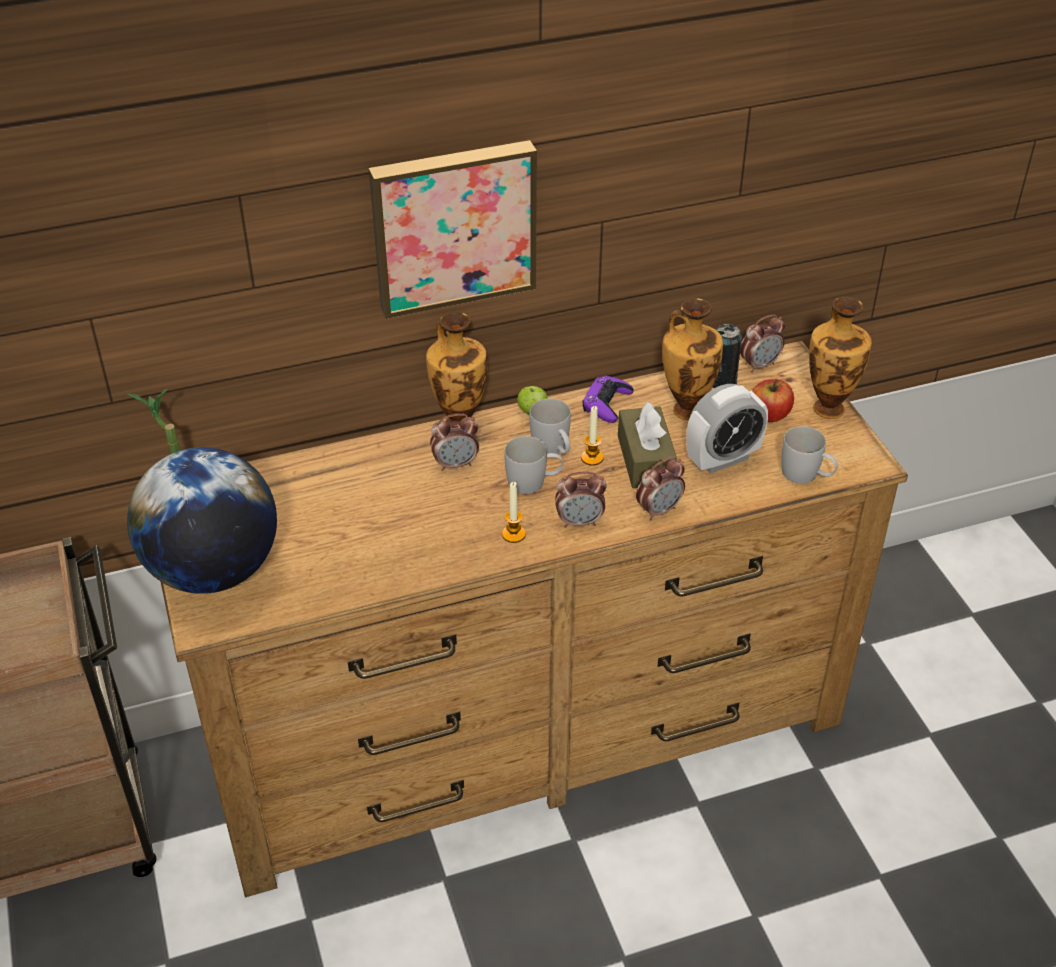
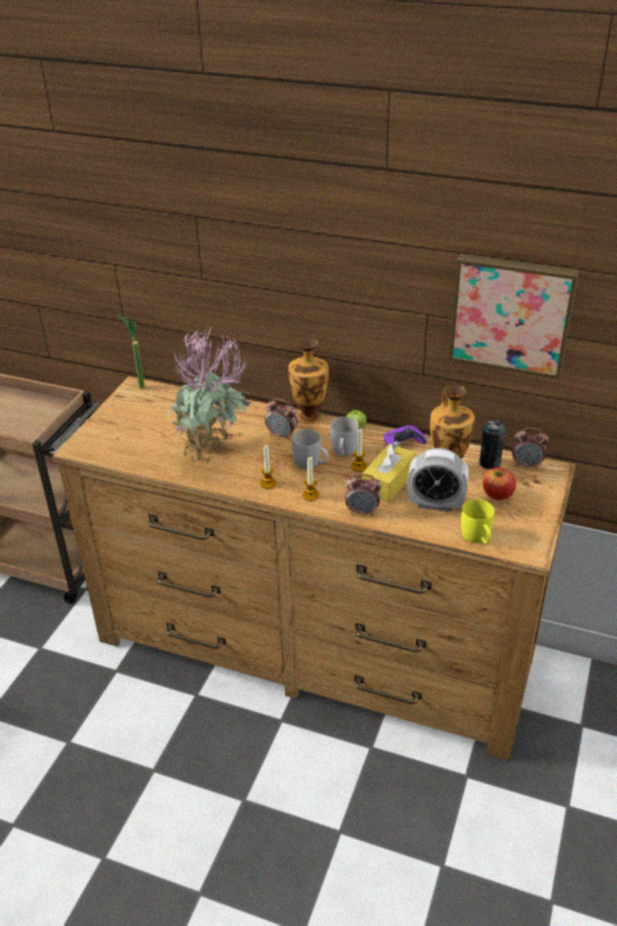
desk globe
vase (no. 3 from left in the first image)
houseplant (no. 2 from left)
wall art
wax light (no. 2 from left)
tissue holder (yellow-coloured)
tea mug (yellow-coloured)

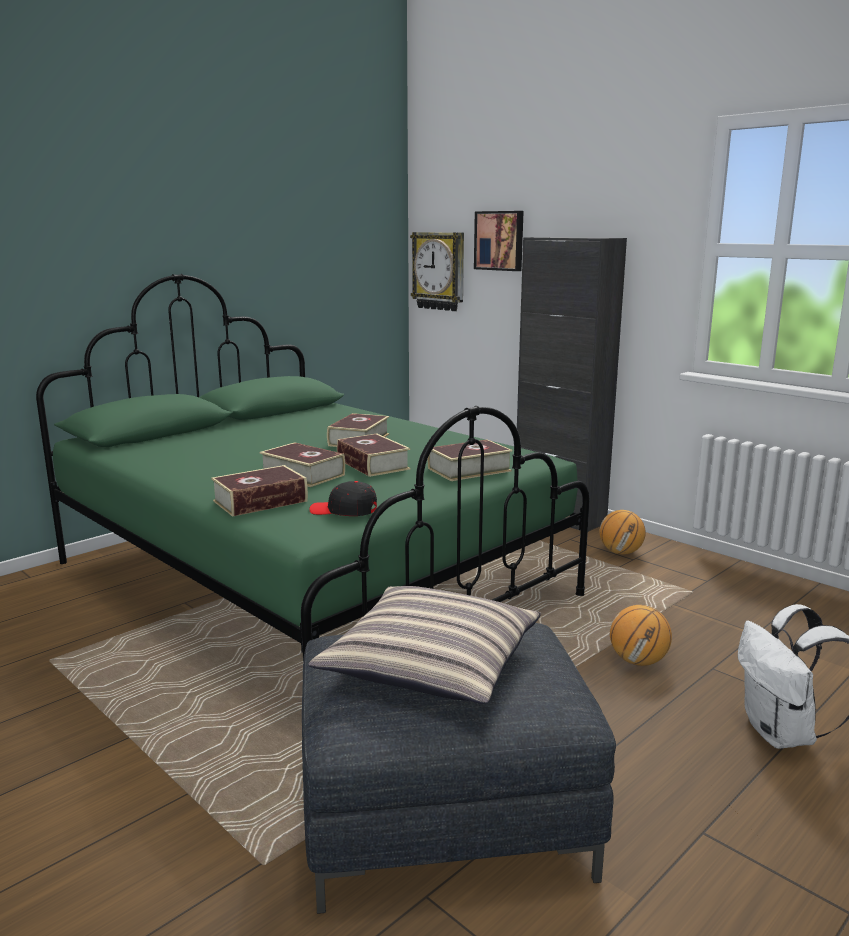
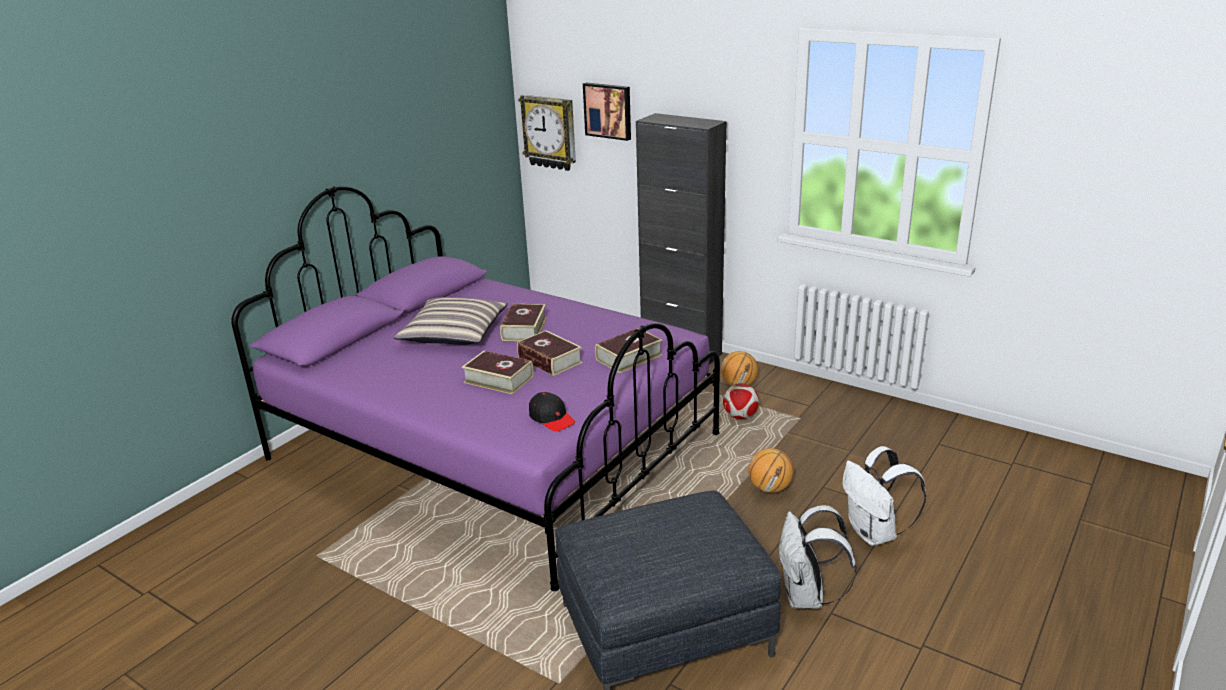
book (no. 1 from left in the first image)
football ball
backpack (white-coloured) (no. 1 from left)
pillow
bedroom bed (purple-coloured)
peaked cap (black-coloured)

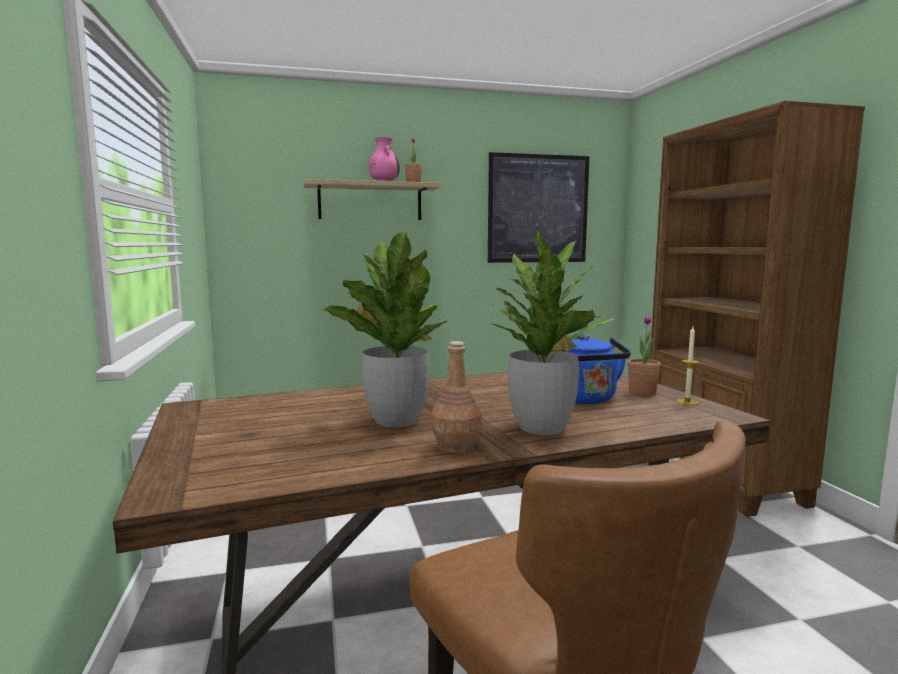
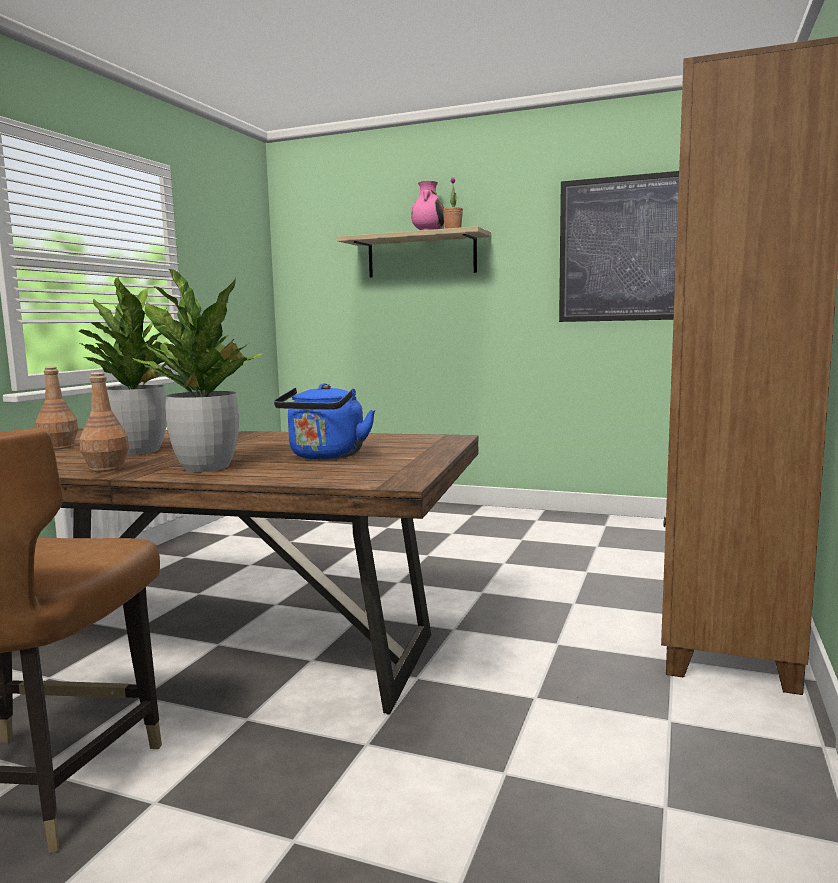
houseplant (no. 4 from left in the first image)
wax light
bottle (brown-coloured) (no. 1 from left)

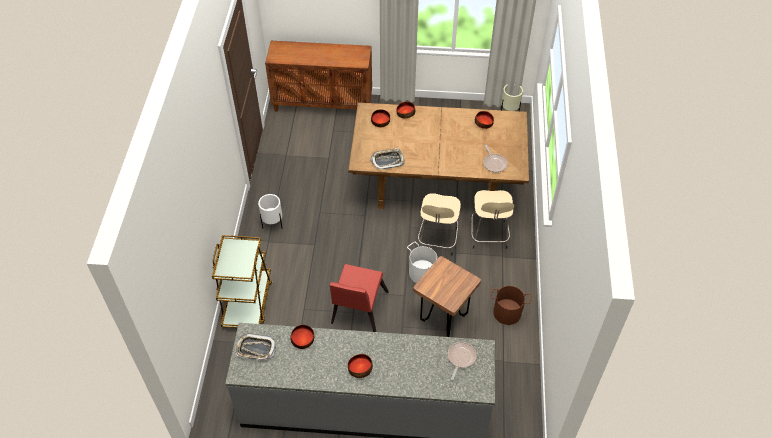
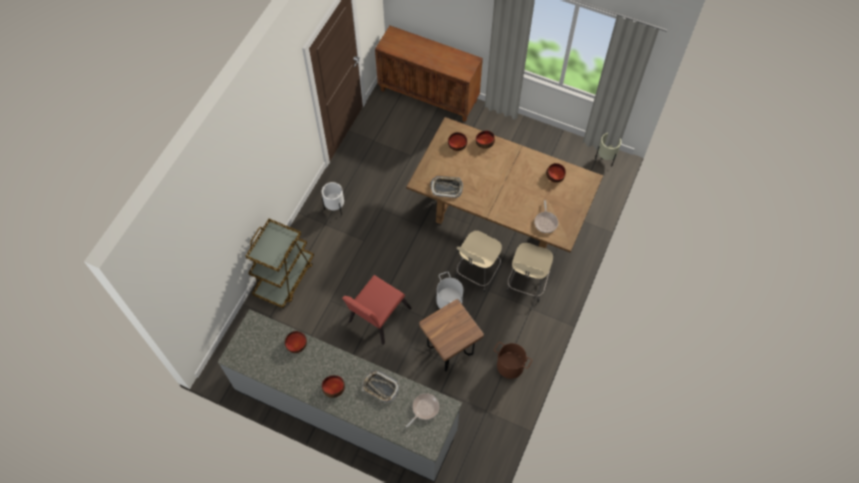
tray (no. 1 from left)

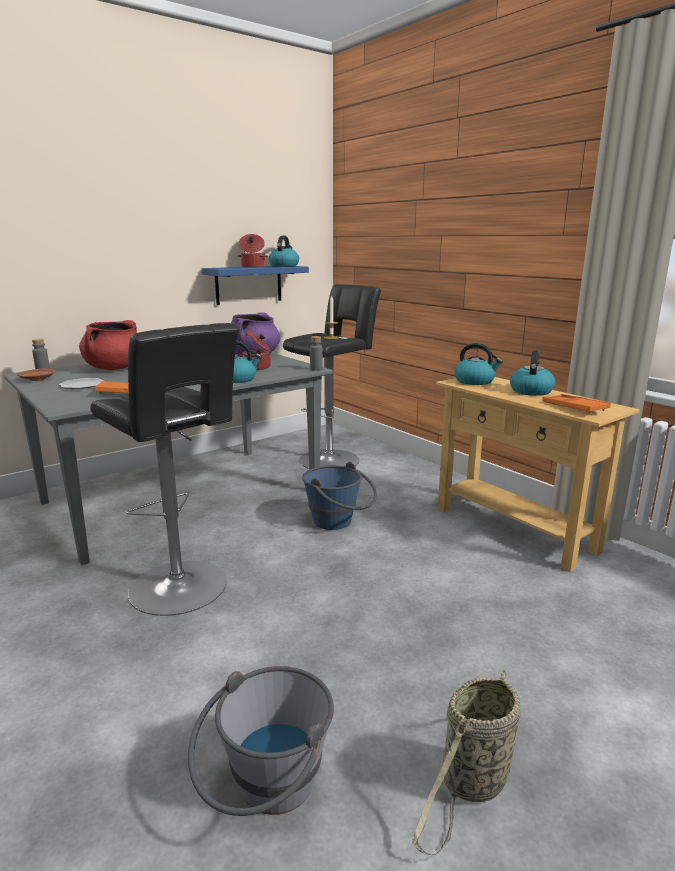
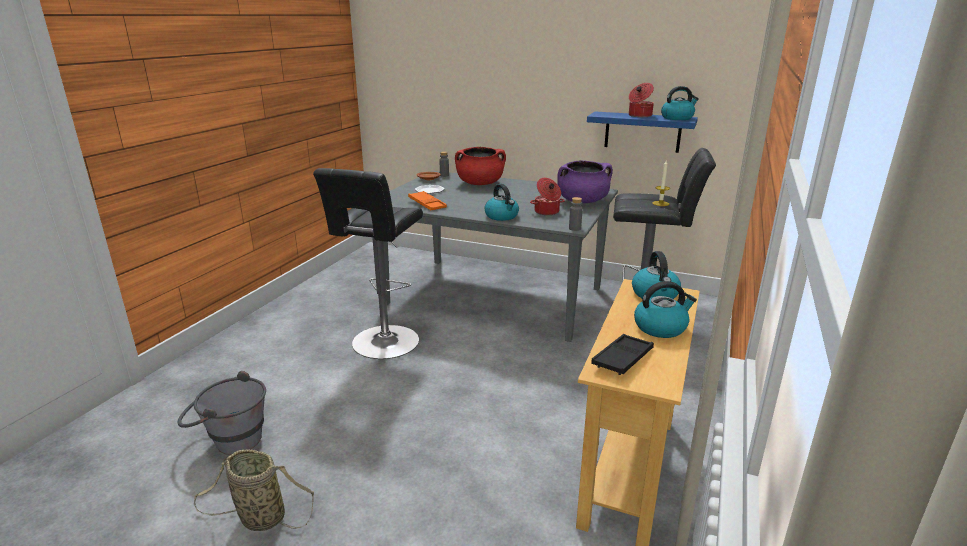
water bucket (blue-coloured)
tray (black-coloured)

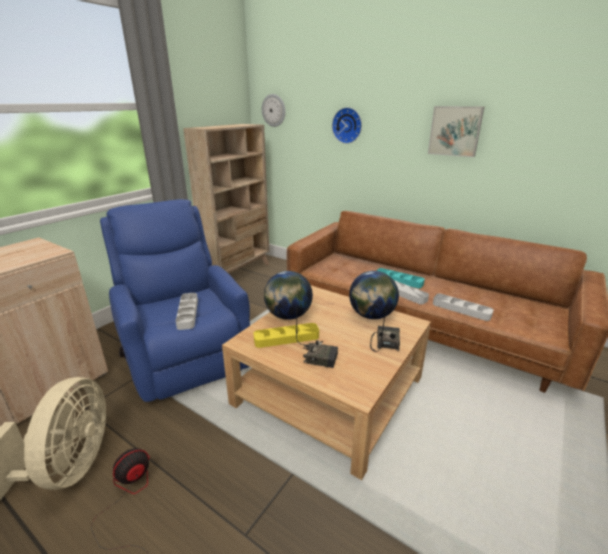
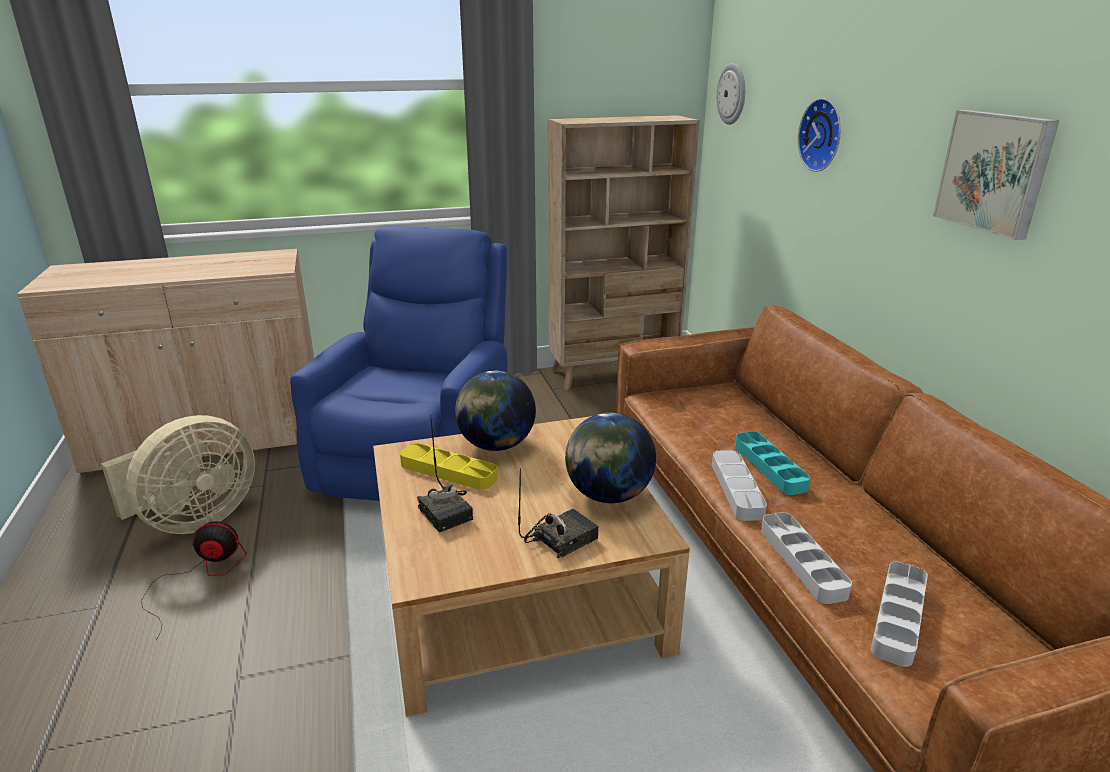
tray (greyish) (no. 3 from left)

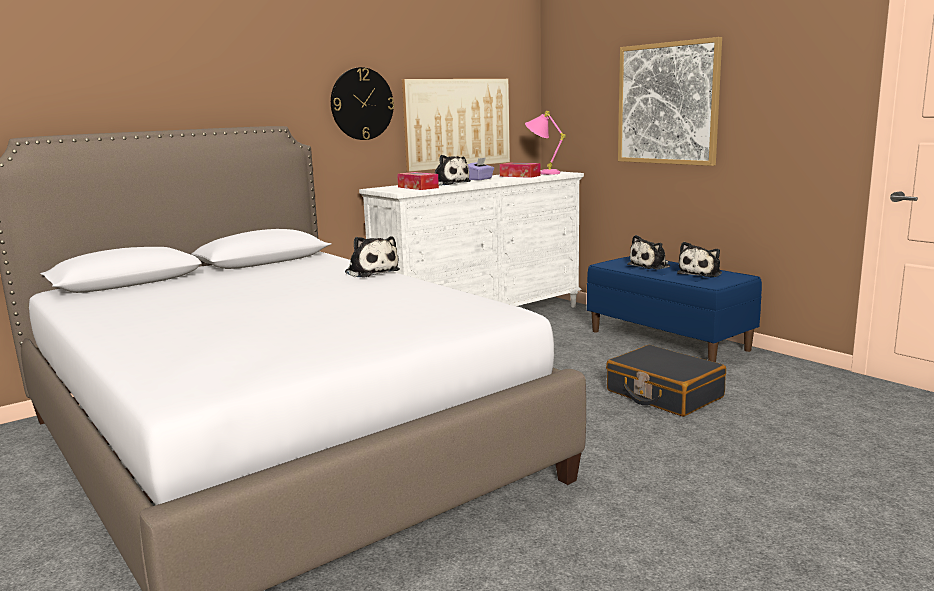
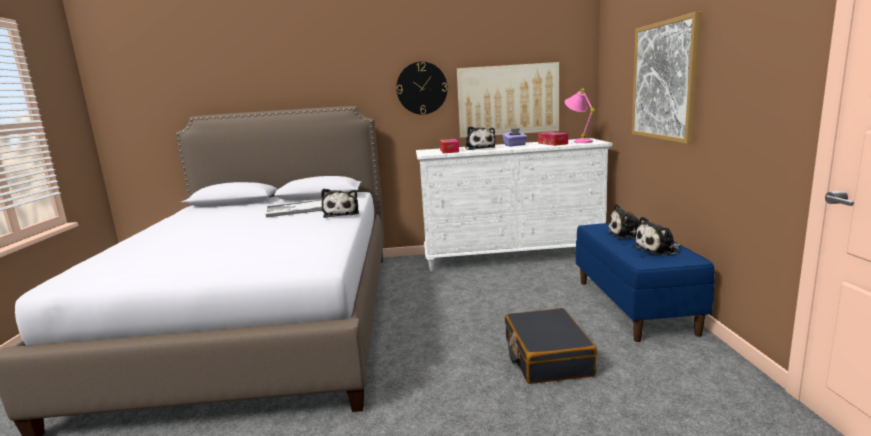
tray

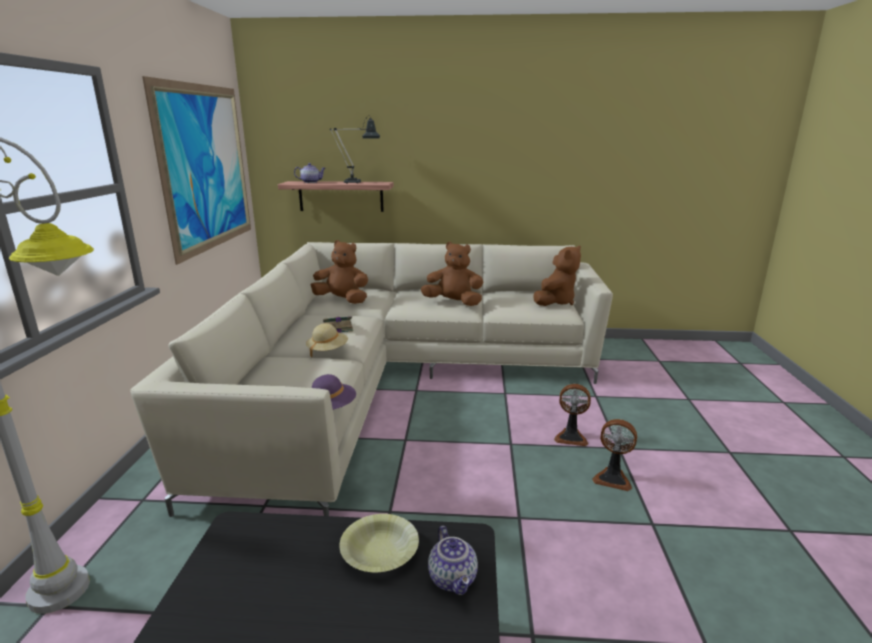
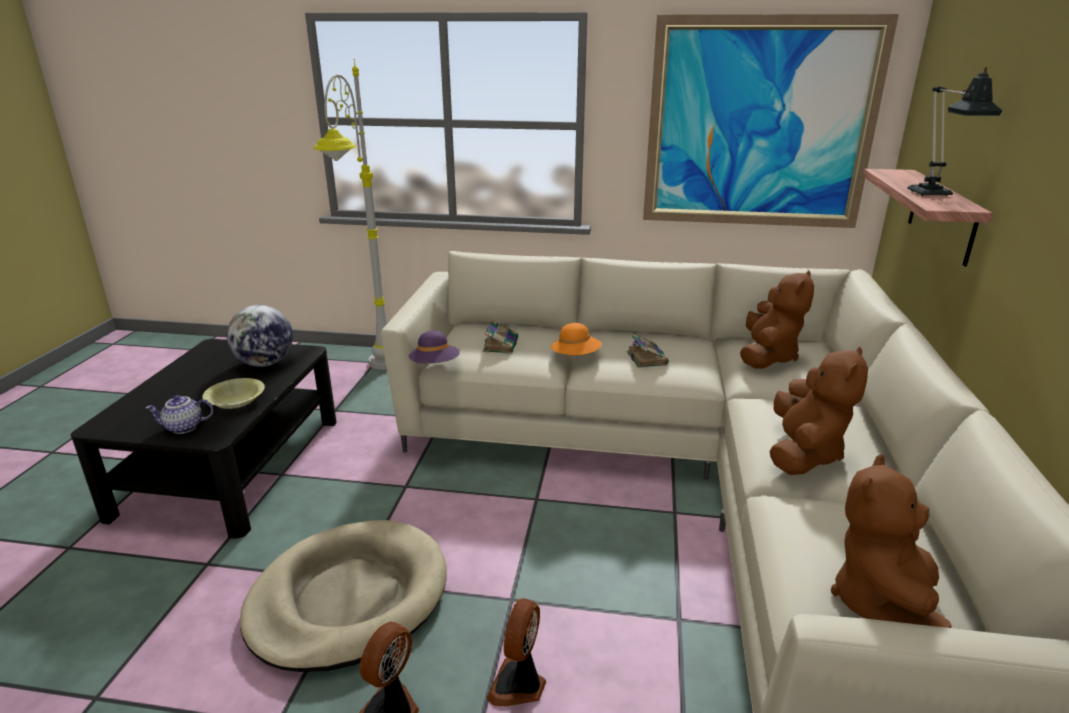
pot for tea (no. 1 from left in the first image)
desk globe
pet bed (beige)
book (no. 1 from left)
hat (orange)
soft toy (brown-coloured) (no. 3 from left)

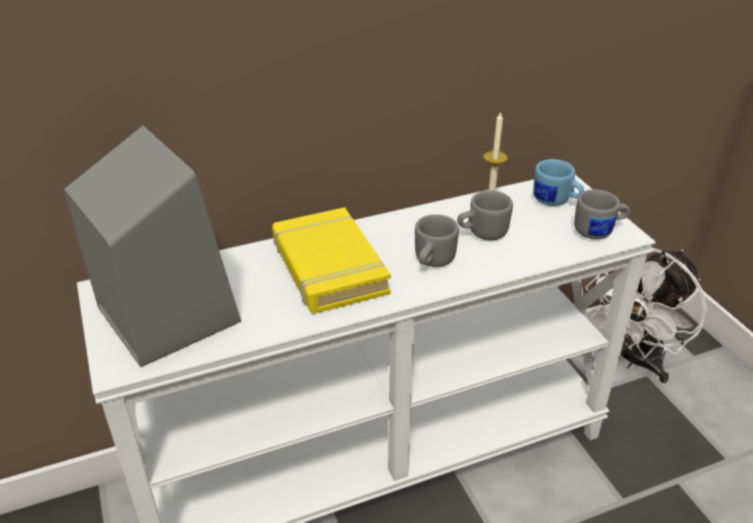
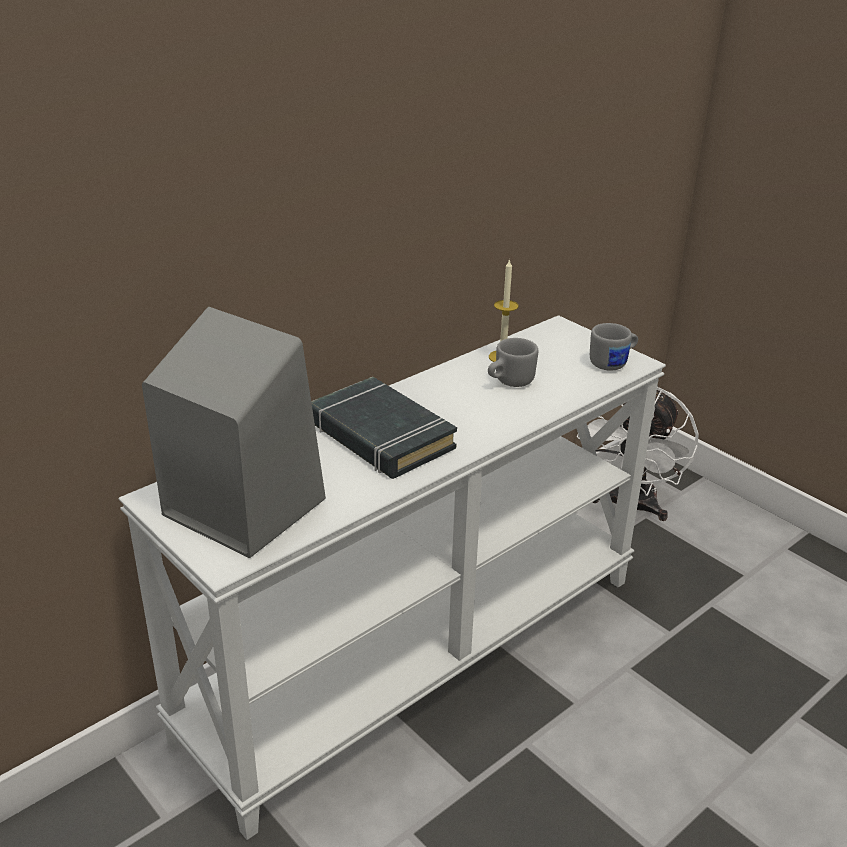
tea mug (greyish) (no. 1 from left in the first image)
tea mug (blue-coloured)
book (black-coloured)

